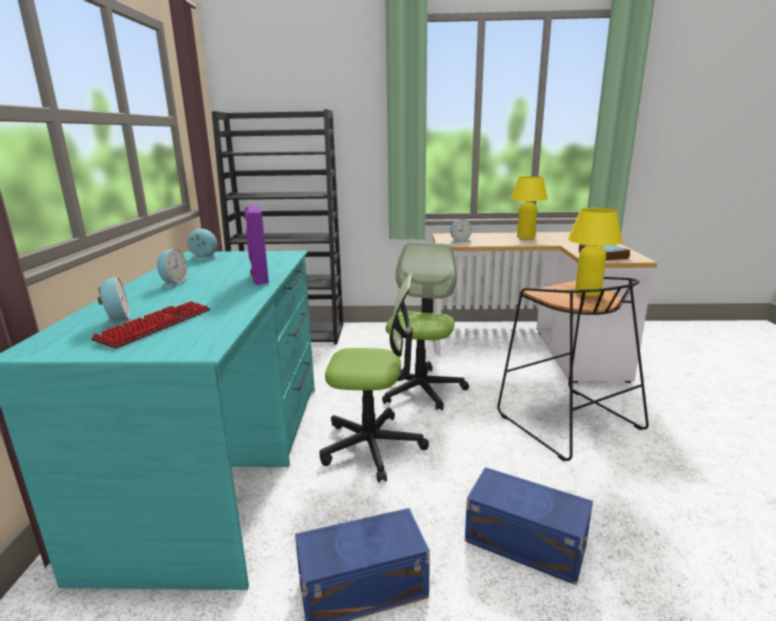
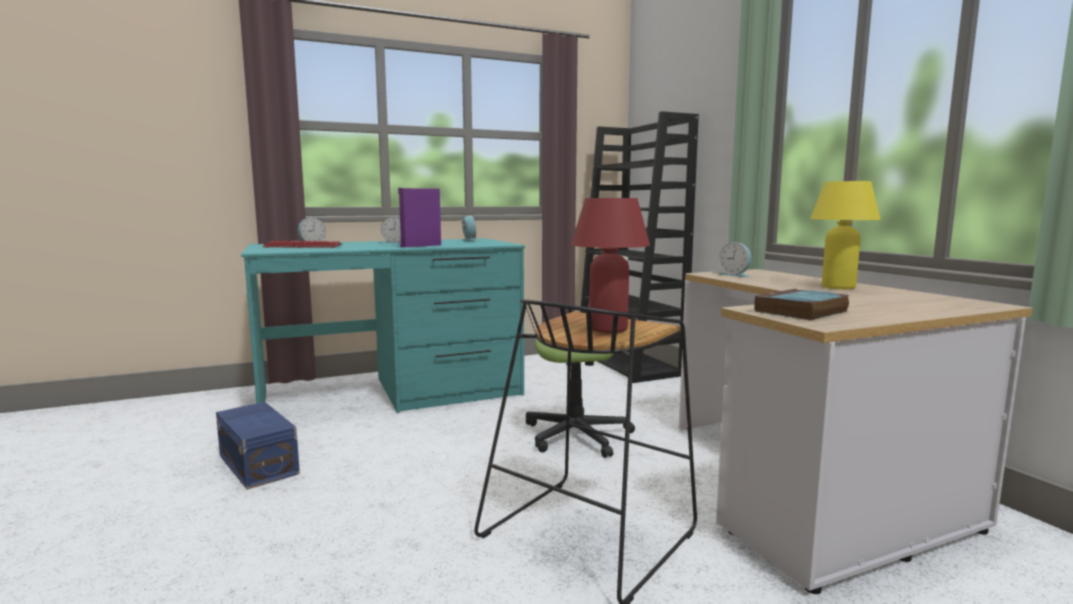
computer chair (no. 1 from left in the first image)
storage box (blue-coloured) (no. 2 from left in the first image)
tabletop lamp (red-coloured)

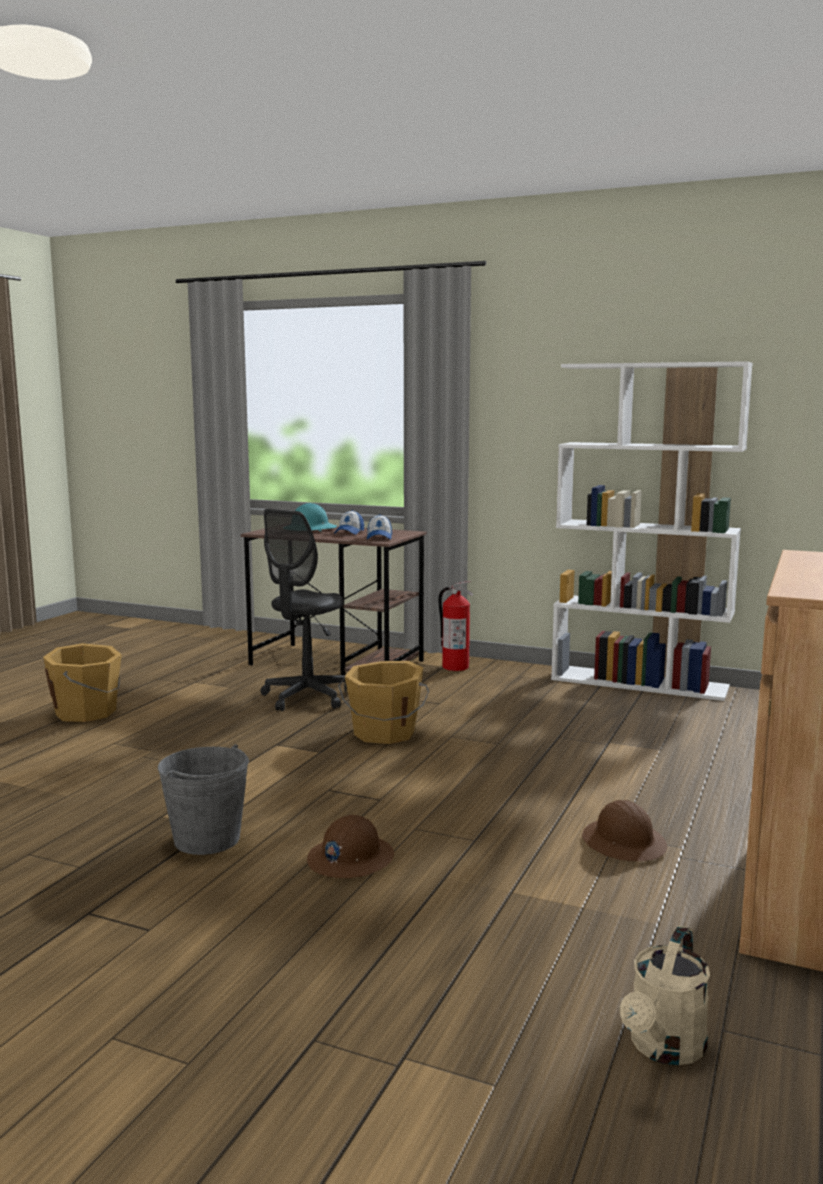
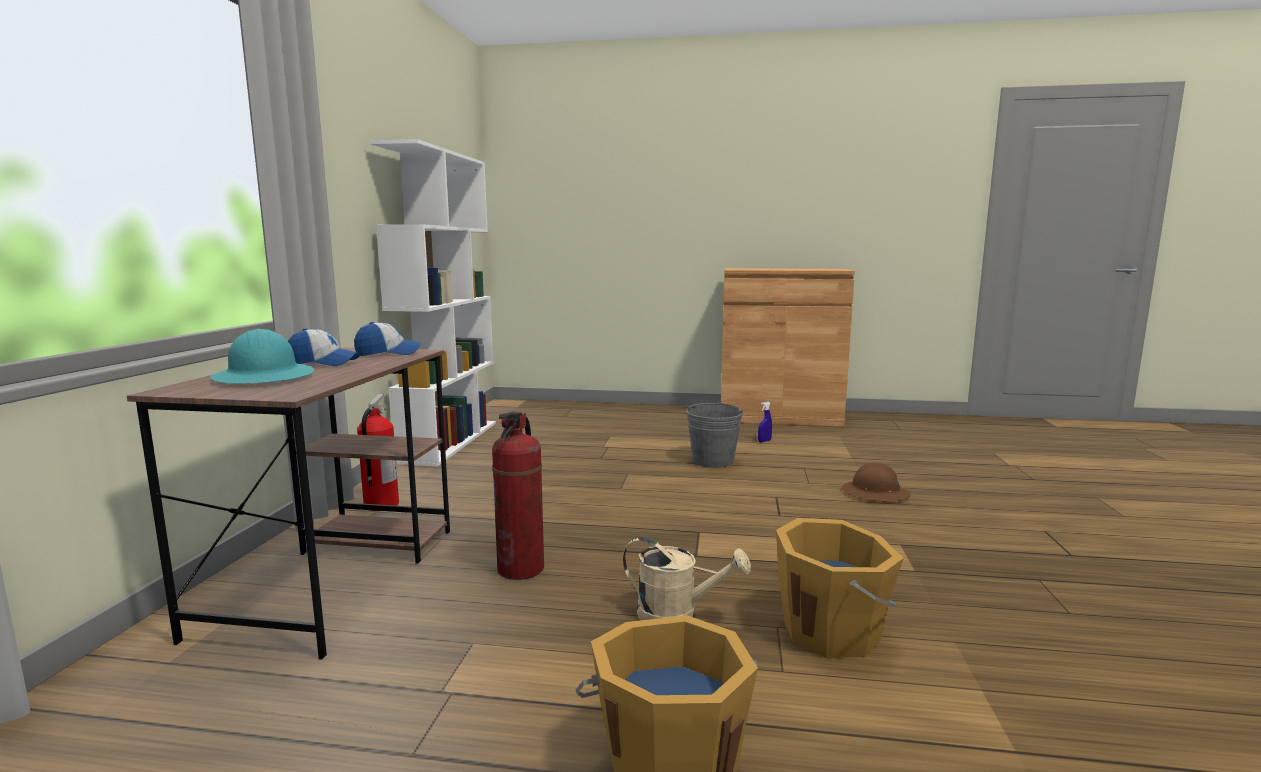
water bucket (greyish)
water bucket (orange) (no. 2 from left)
sprinkling can (beige)
fire extinguisher (no. 2 from left)
hand sprayer (blue-coloured)

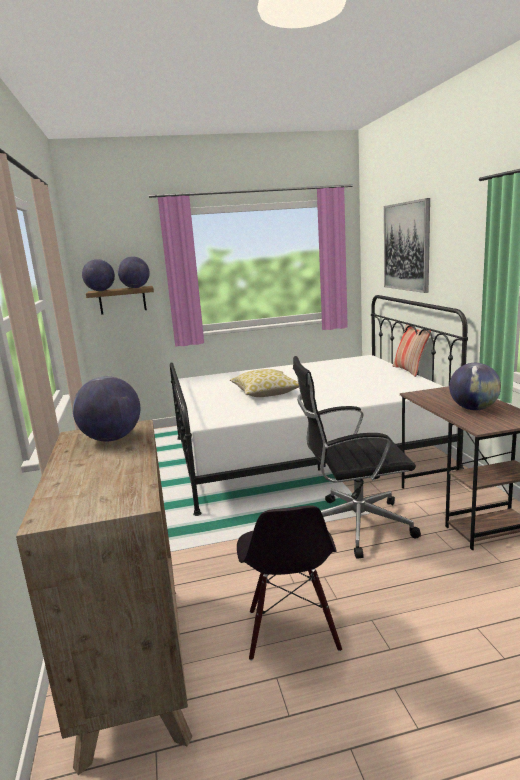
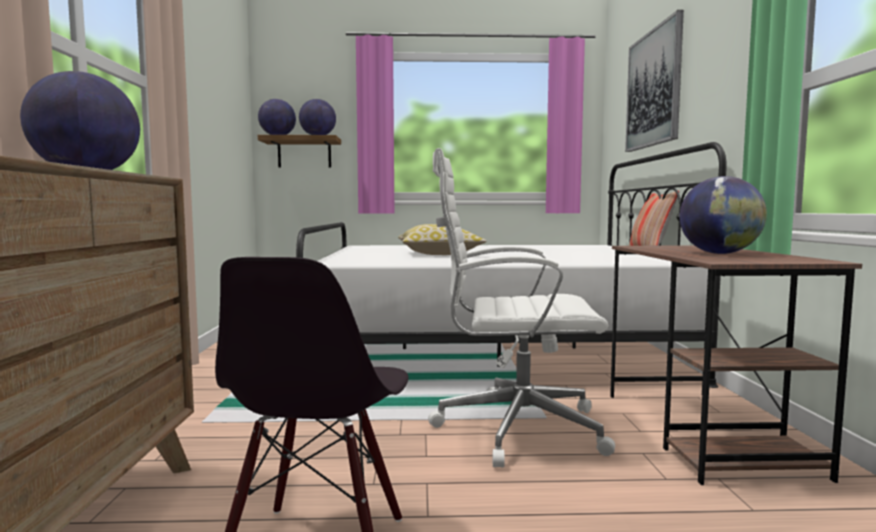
computer chair (white-coloured)

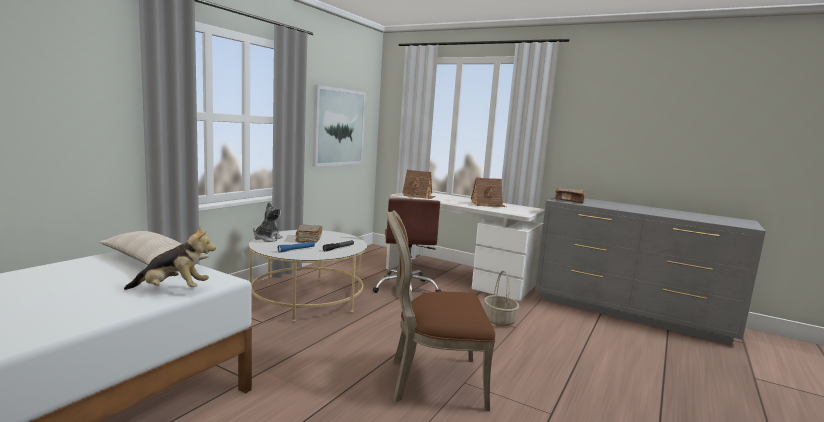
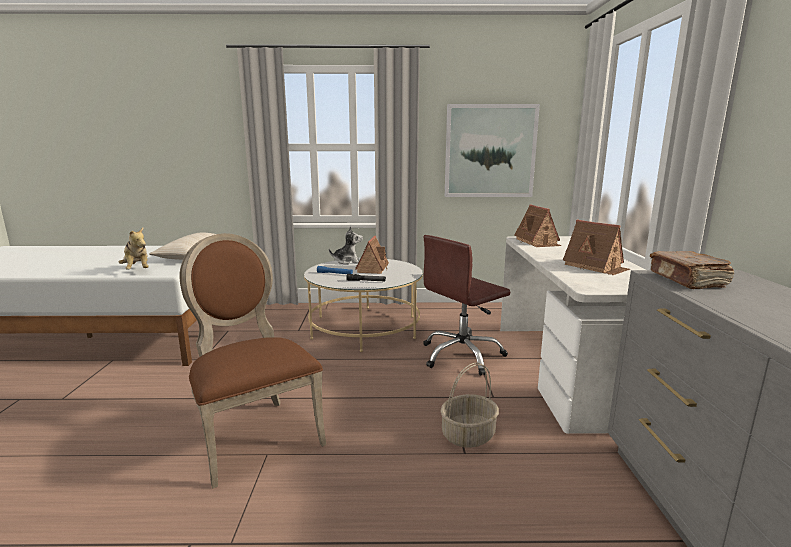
model house (no. 1 from left)

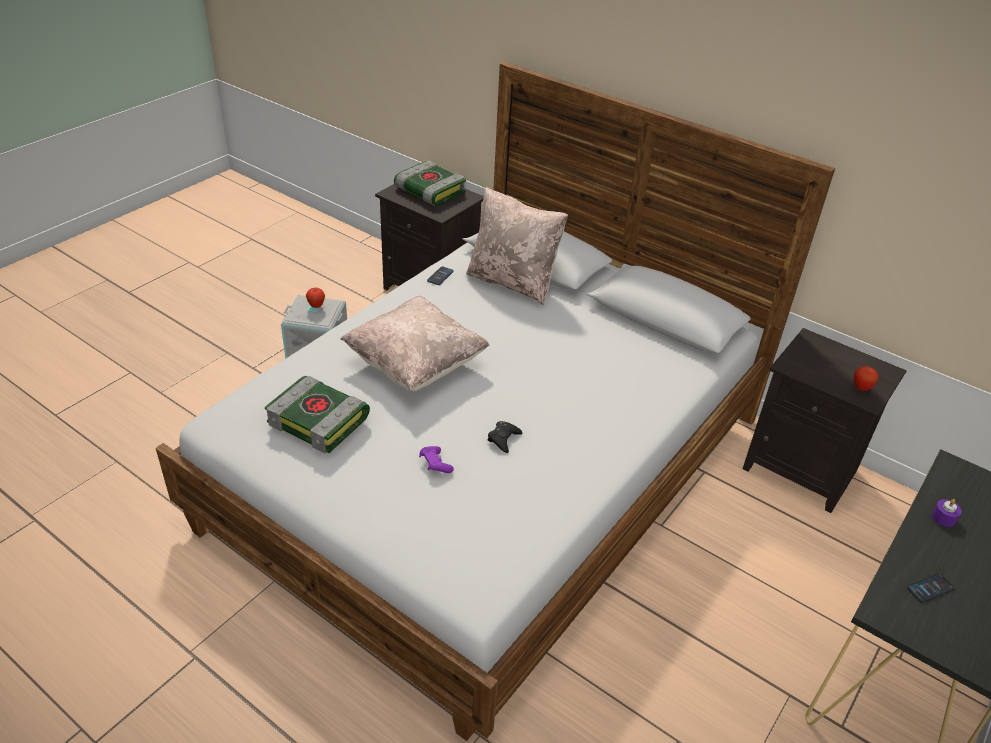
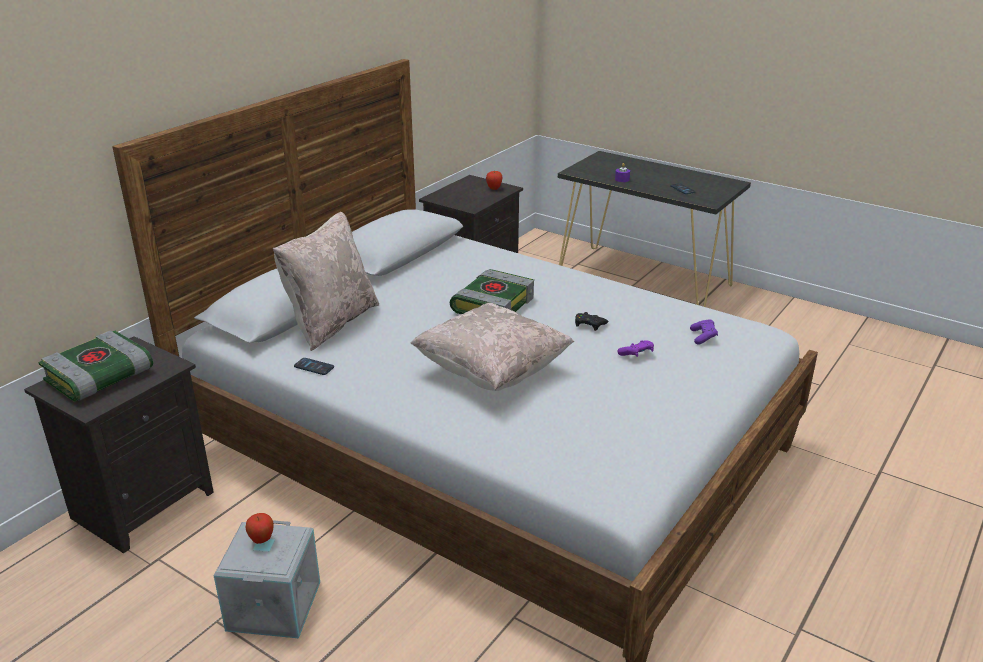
gamepad (purple-coloured) (no. 2 from left)
book (no. 2 from left)

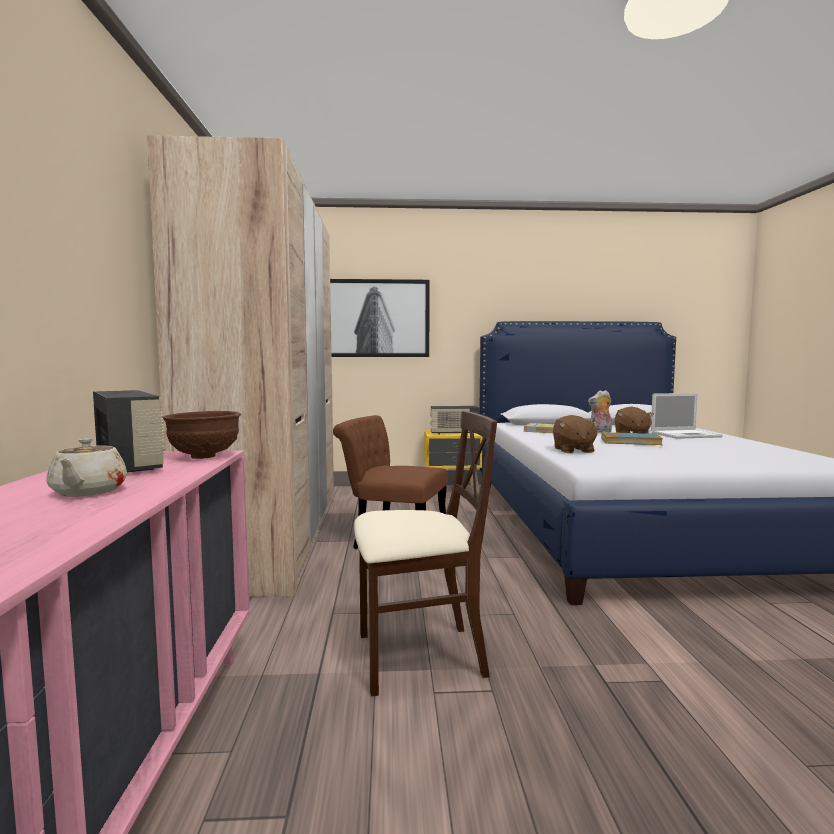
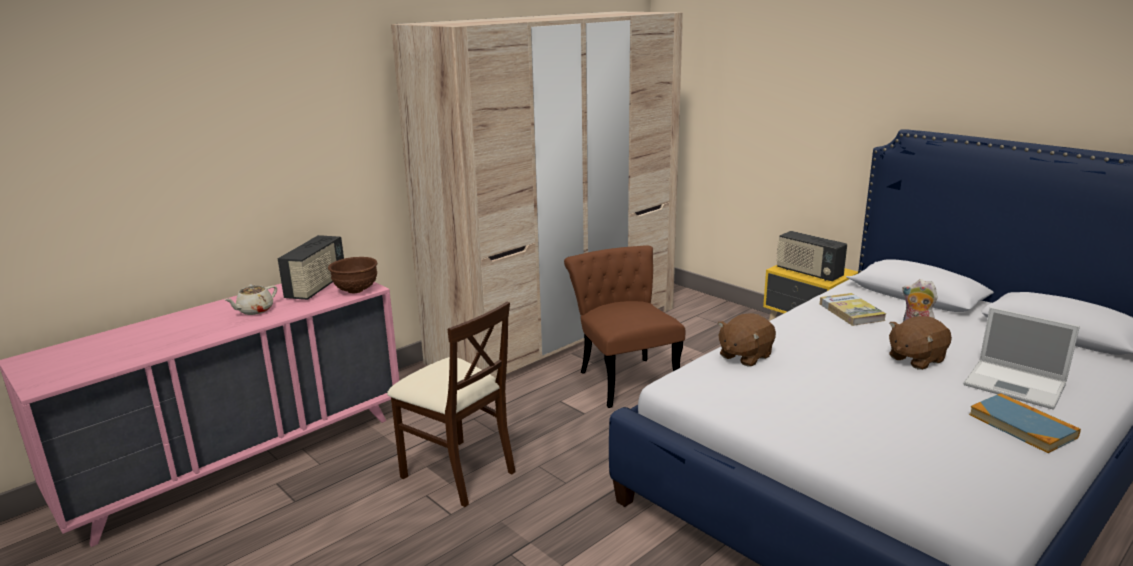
wall art
book (no. 2 from left)

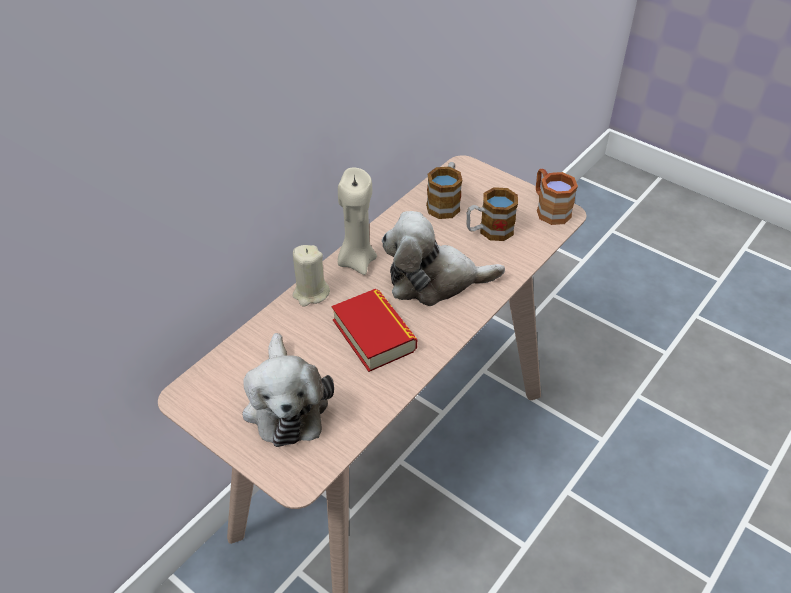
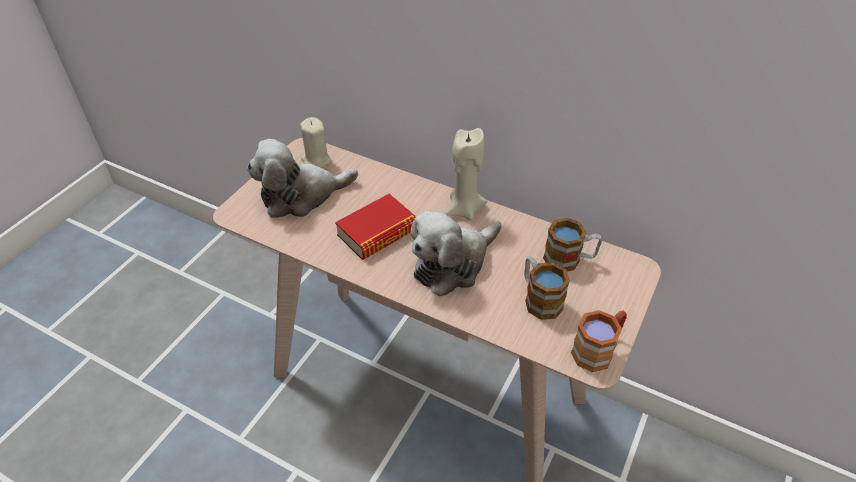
wax light (beige) (no. 1 from left)
soft toy (no. 2 from left)

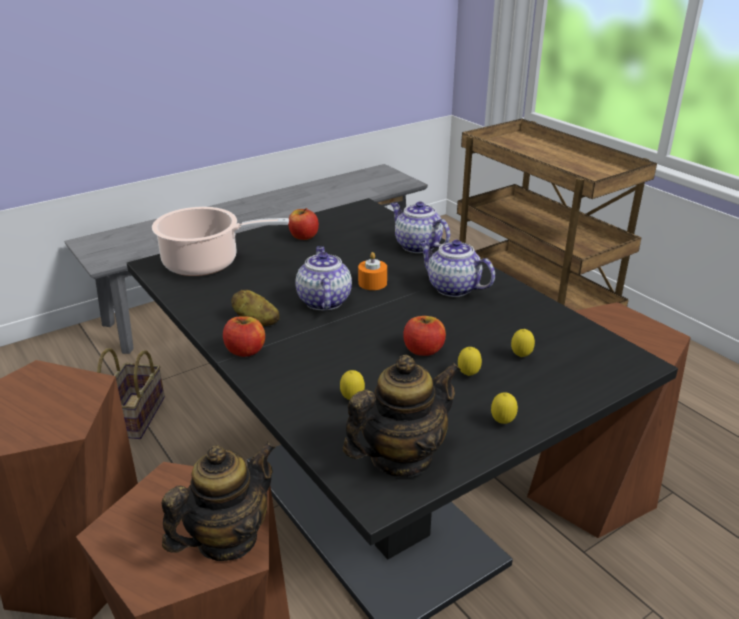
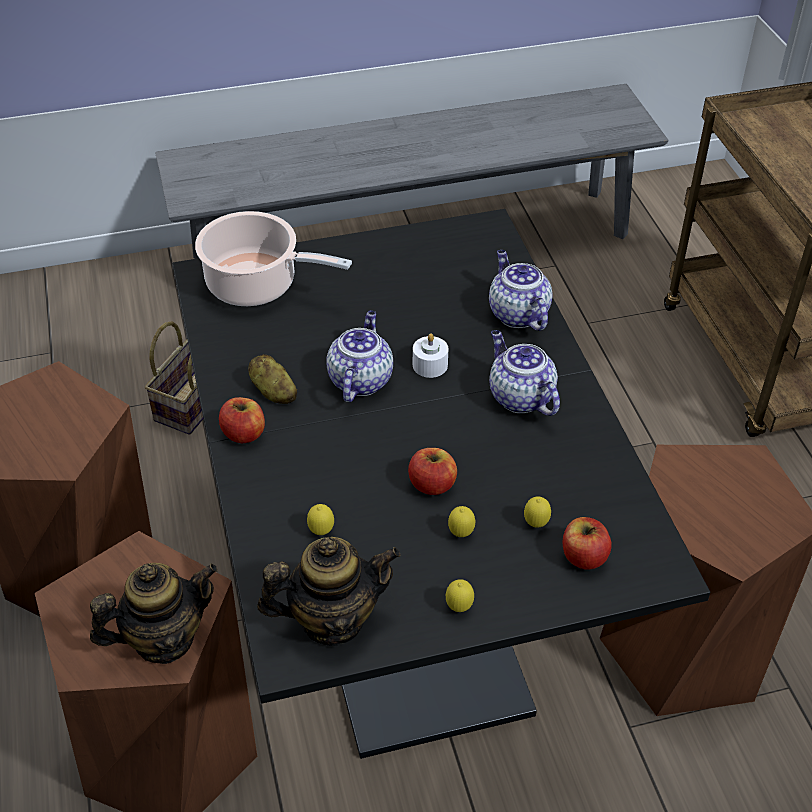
apple (no. 3 from left)
wax light (white-coloured)

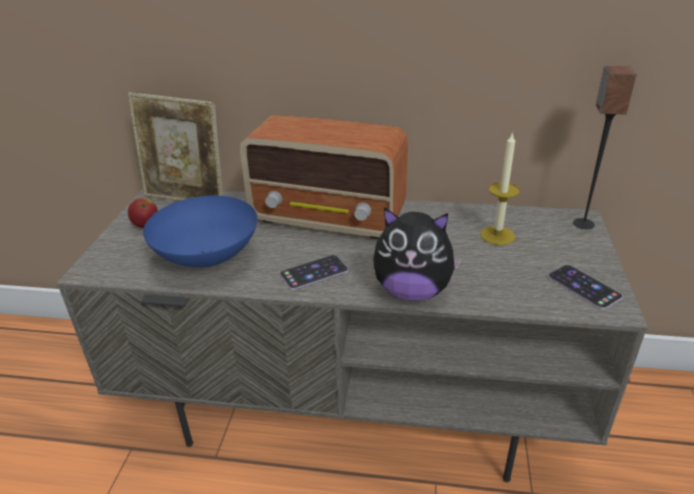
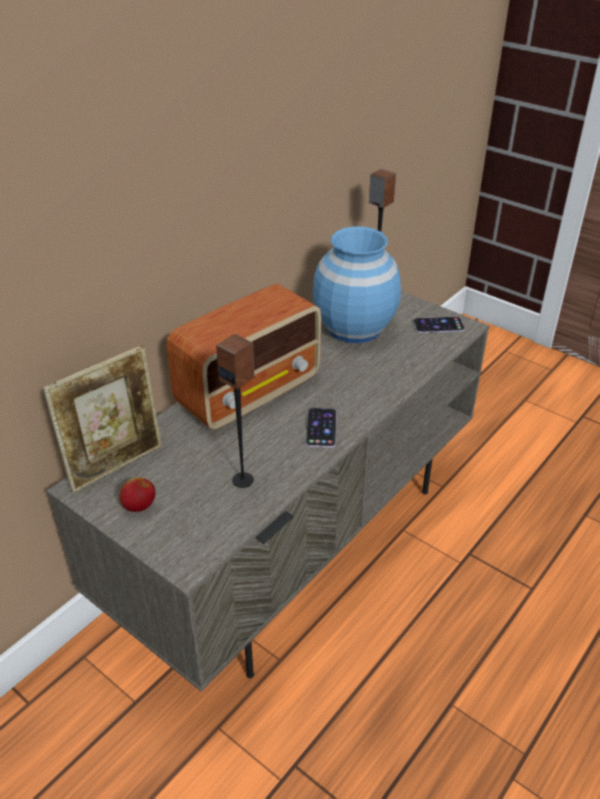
soft toy
speaker (no. 1 from left)
vase (blue-coloured)

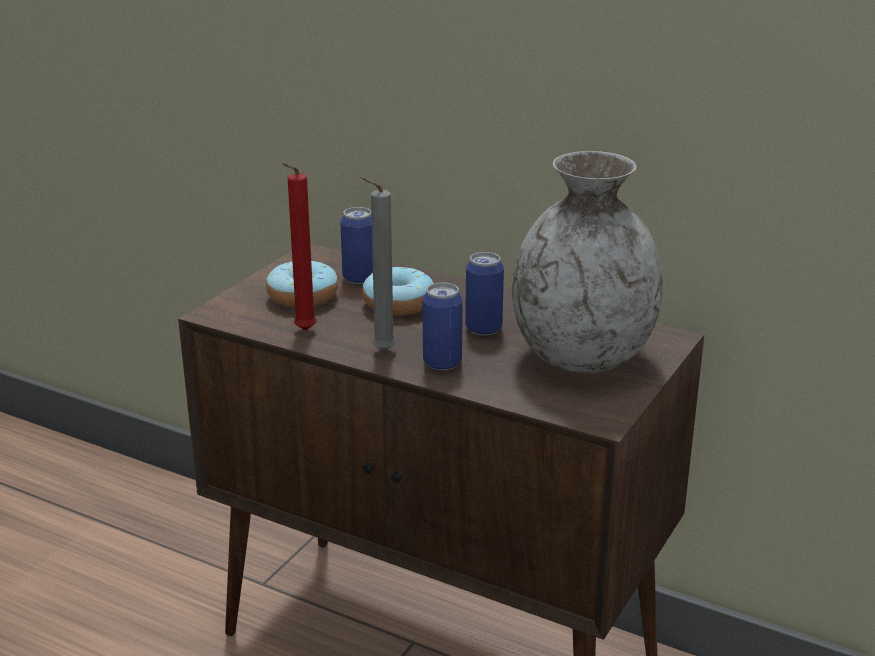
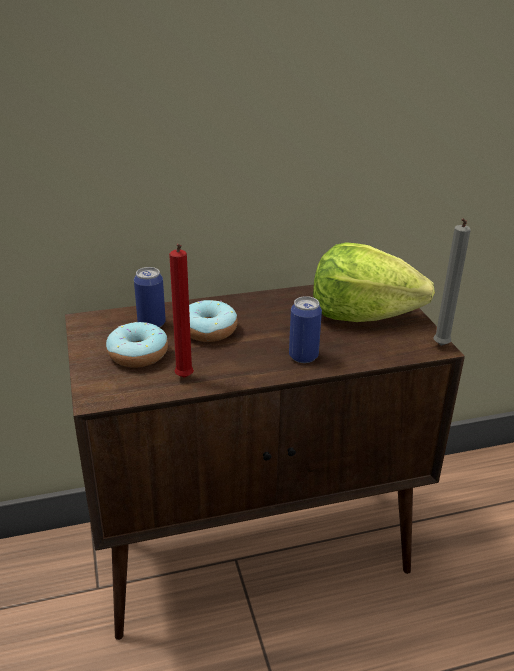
can (no. 3 from left in the first image)
wax light (greyish)
lettuce head

